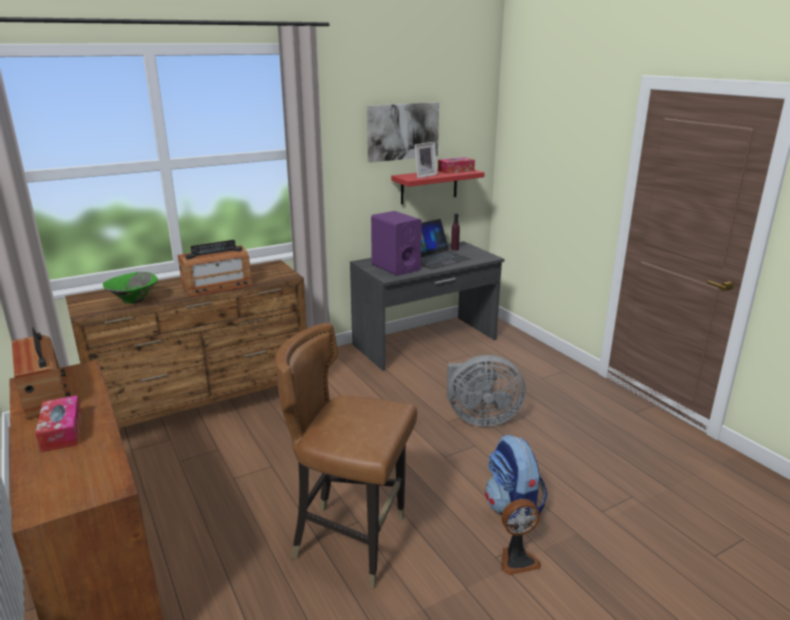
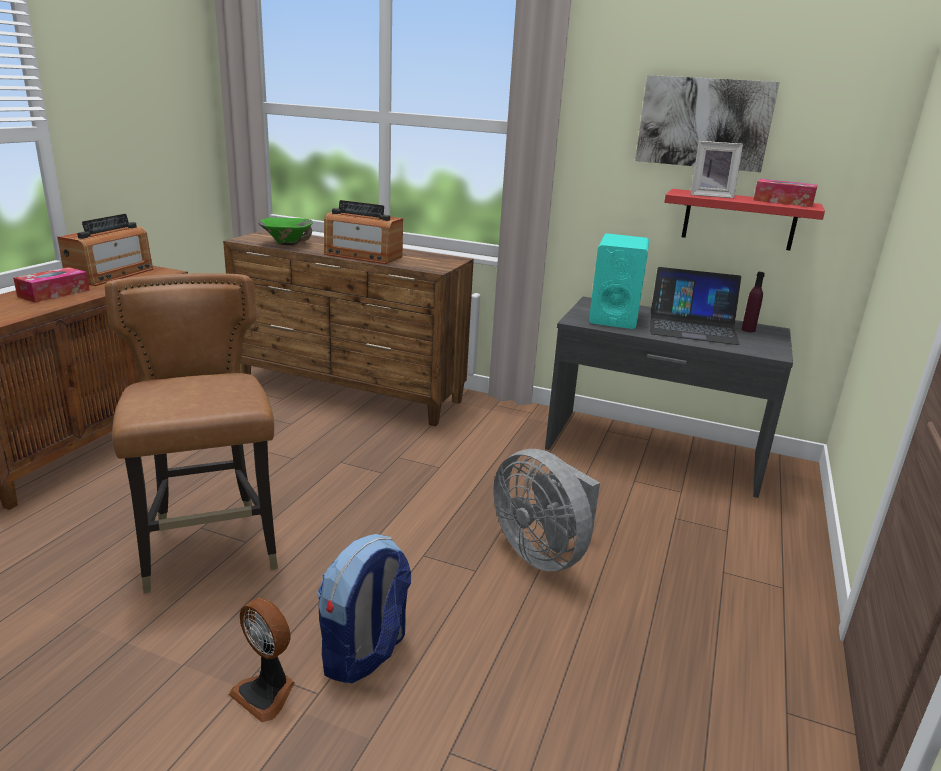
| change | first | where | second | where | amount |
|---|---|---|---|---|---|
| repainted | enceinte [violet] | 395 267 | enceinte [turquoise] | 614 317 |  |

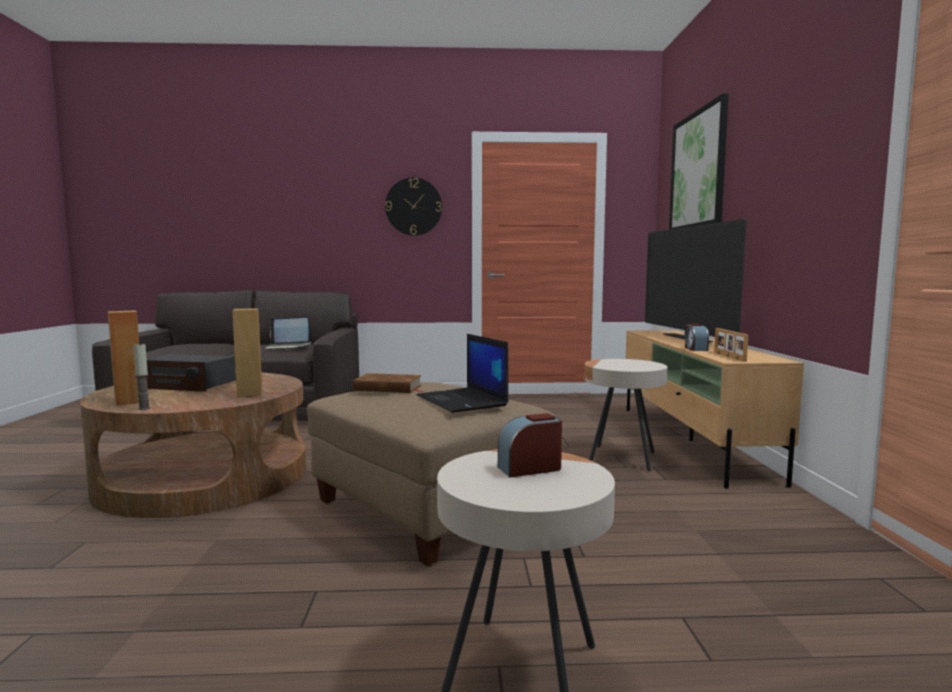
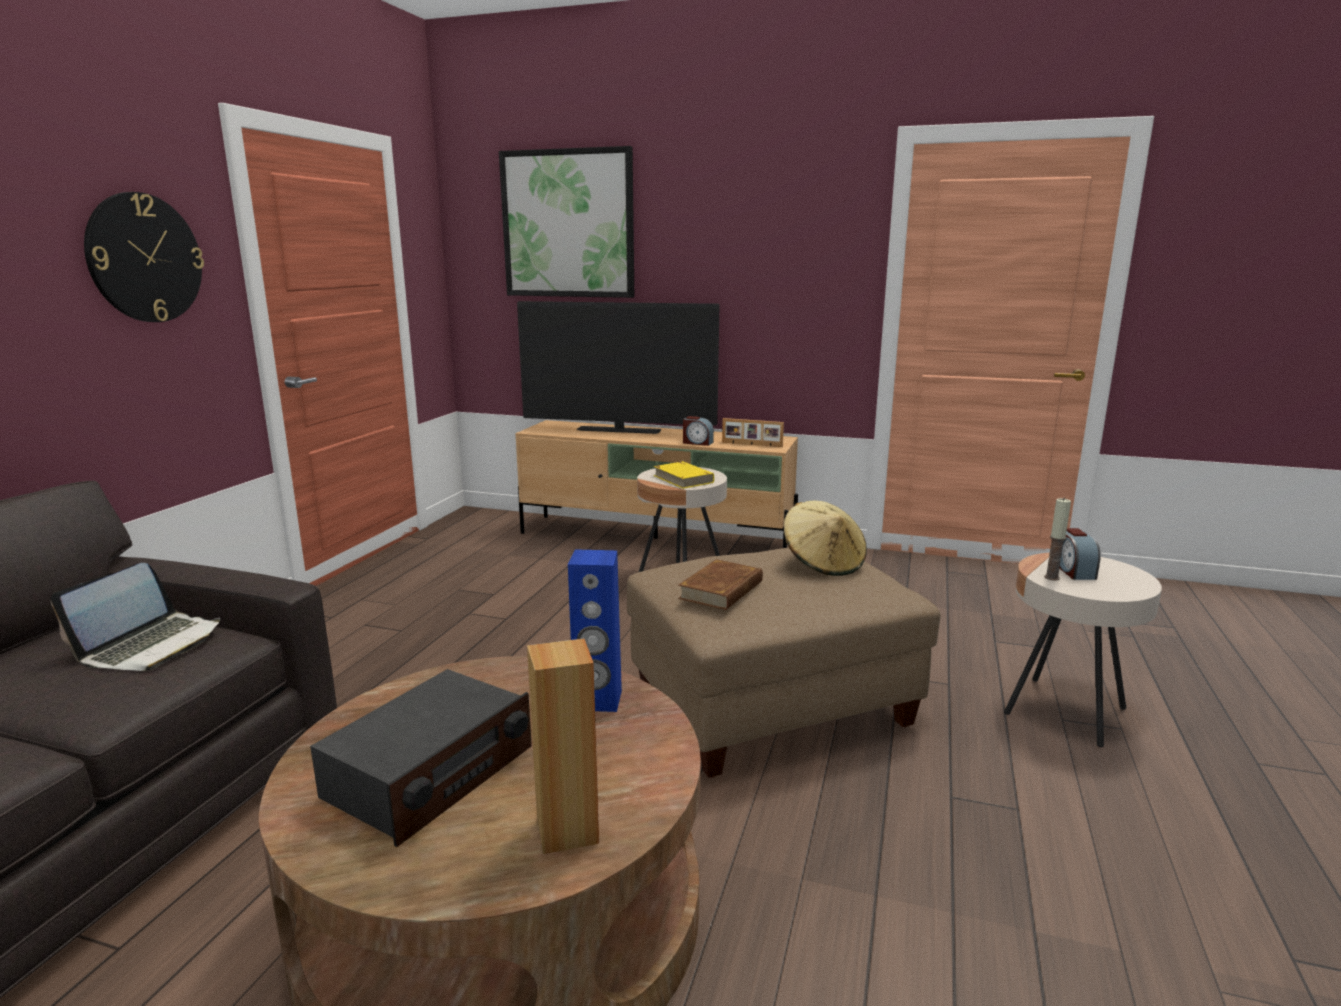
| change | first | where | second | where | amount |
|---|---|---|---|---|---|
| repainted | enceinte [marron] | 249 394 | enceinte [bleu] | 598 701 |  |
| swapped | ordinateur portable | 463 401 | chapeau [beige] | 823 563 |  |
| shifted | bougie | 144 408 |  | 1051 577 |  |
| new |  |  | livre [jaune] | 683 479 |  |

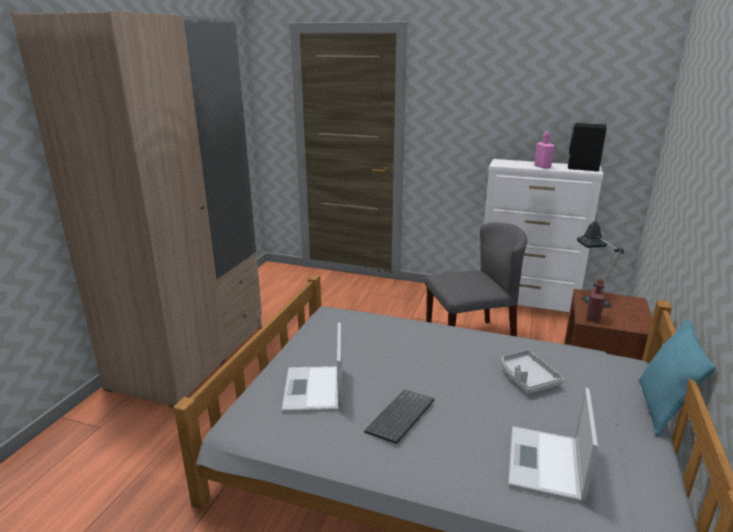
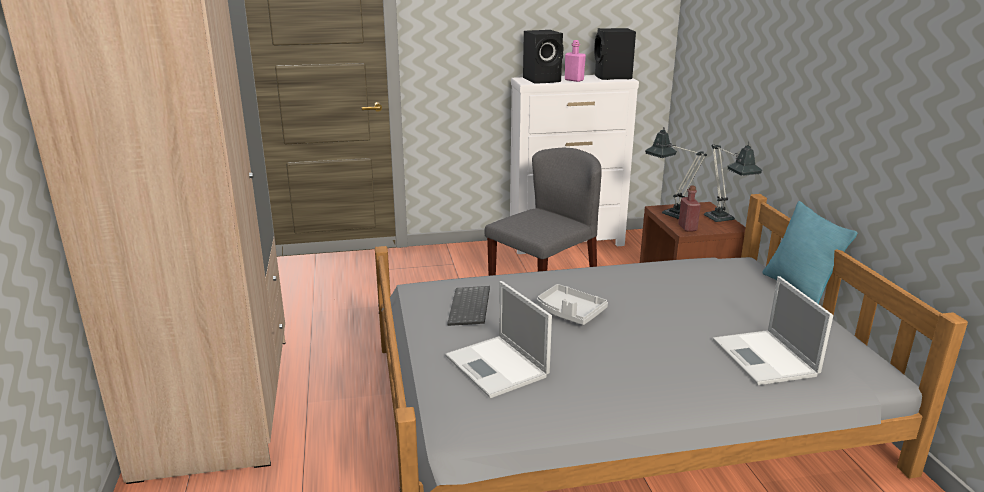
| change | first | where | second | where | amount |
|---|---|---|---|---|---|
| shifted | plateau [gris] | 527 378 |  | 569 313 |  |
| shifted | clavier | 401 418 |  | 471 308 |  |
| new |  |  | enceinte [noir] | 543 80 |  |
| new |  |  | lampe de table | 723 220 |  |

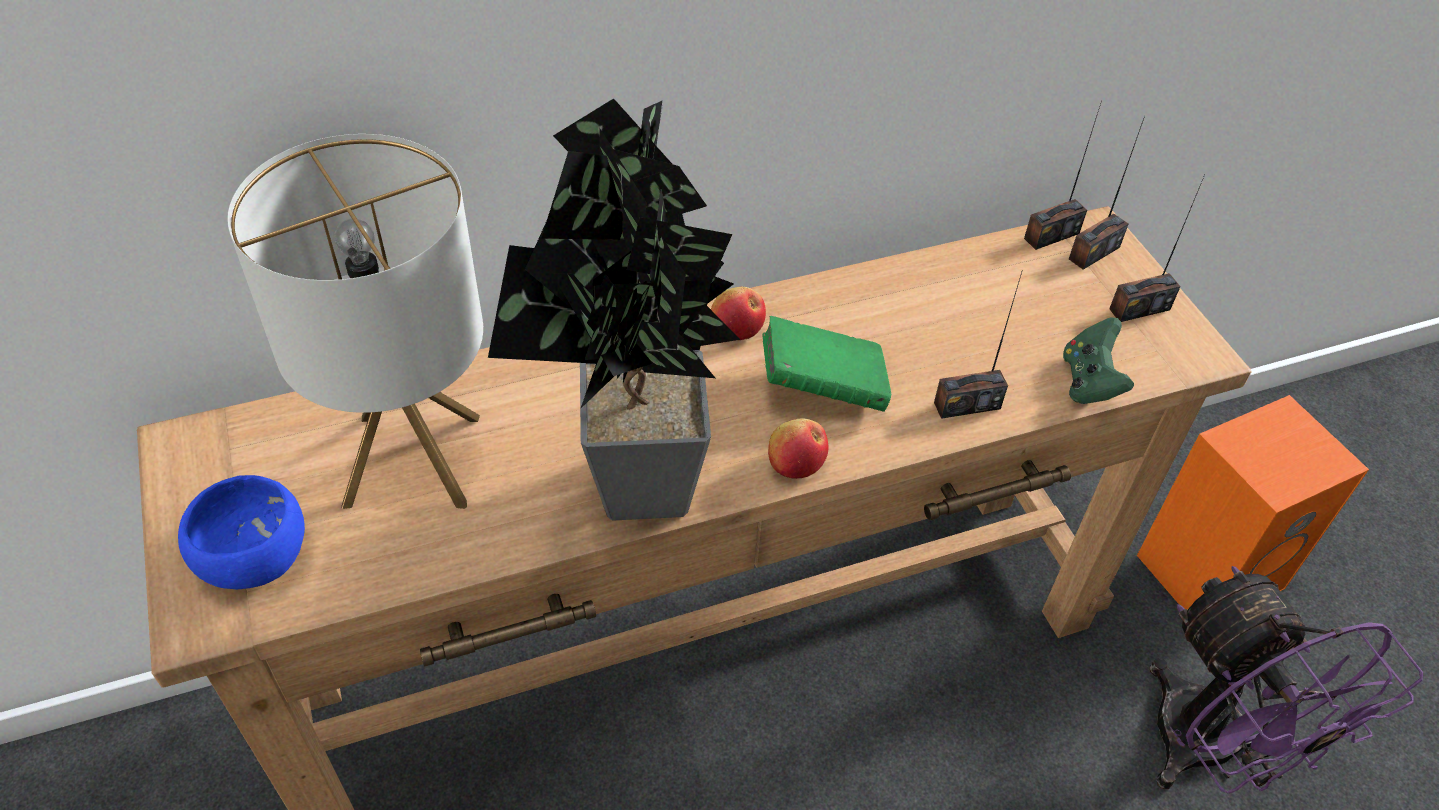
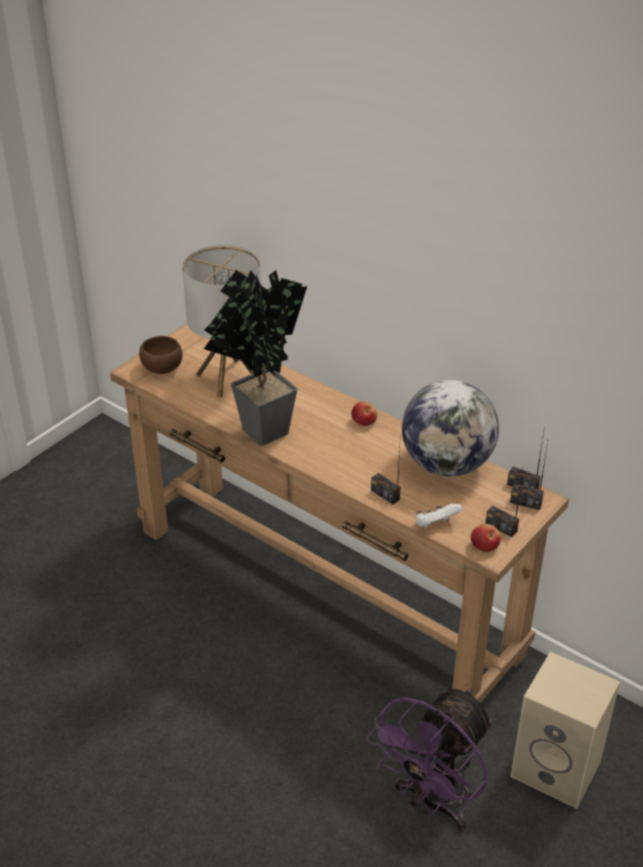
| change | first | where | second | where | amount |
|---|---|---|---|---|---|
| gone | livre [vert] | 822 387 |  |  |  |
| repainted | manette [vert] | 1089 381 | manette [blanc] | 436 524 |  |
| repainted | enceinte [orange] | 1210 568 | enceinte [beige] | 558 769 |  |
| shifted | pomme | 795 463 |  | 484 545 |  |
| repainted | bol [bleu] | 257 561 | bol [marron] | 162 369 |  |
| new |  |  | globe | 447 464 |  |

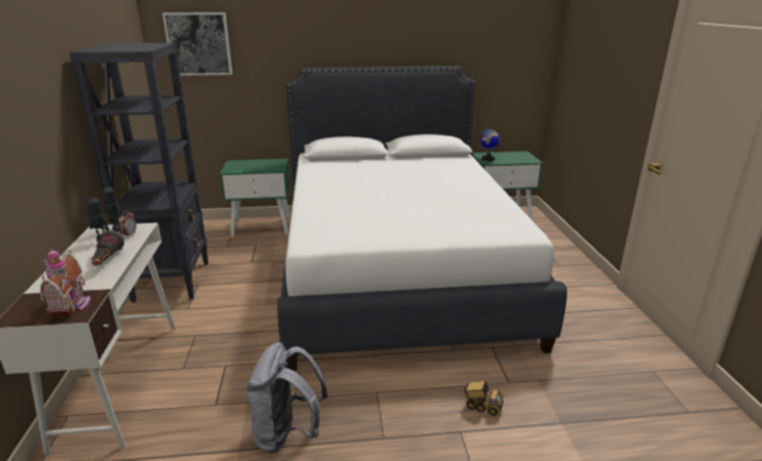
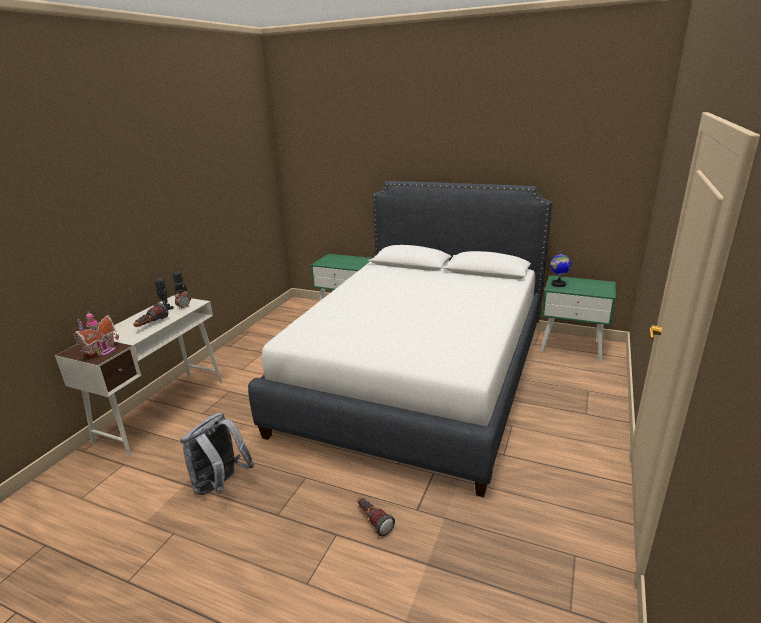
| change | first | where | second | where | amount |
|---|---|---|---|---|---|
| gone | tableau | 198 44 |  |  |  |
| gone | bibliothèque [noir] | 172 281 |  |  |  |
| swapped | camion jouet | 482 406 | lampe de poche | 373 521 |  |

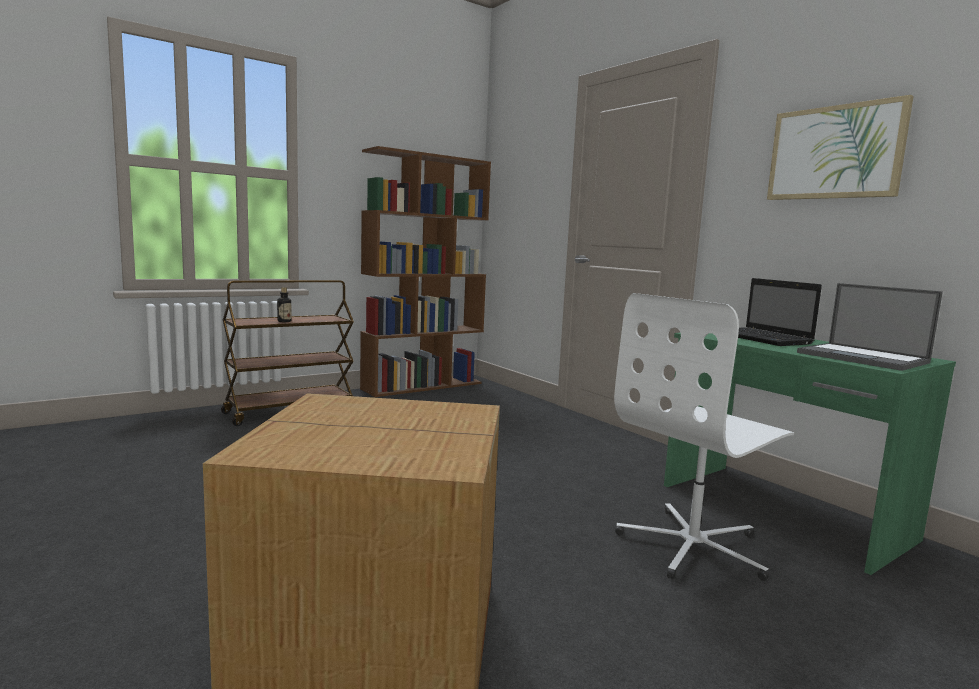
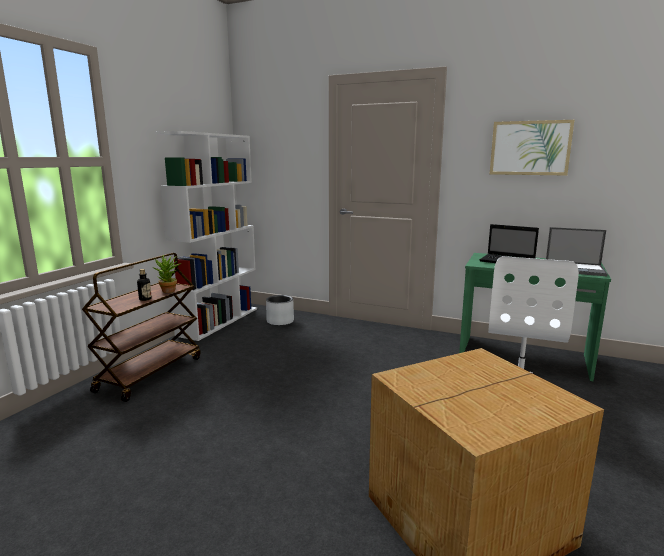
| change | first | where | second | where | amount |
|---|---|---|---|---|---|
| repainted | bibliothèque [marron] | 423 386 | bibliothèque [blanc] | 219 321 |  |
| new |  |  | plante en pot | 169 292 |  |
| new |  |  | cache-pot [gris] | 280 321 |  |

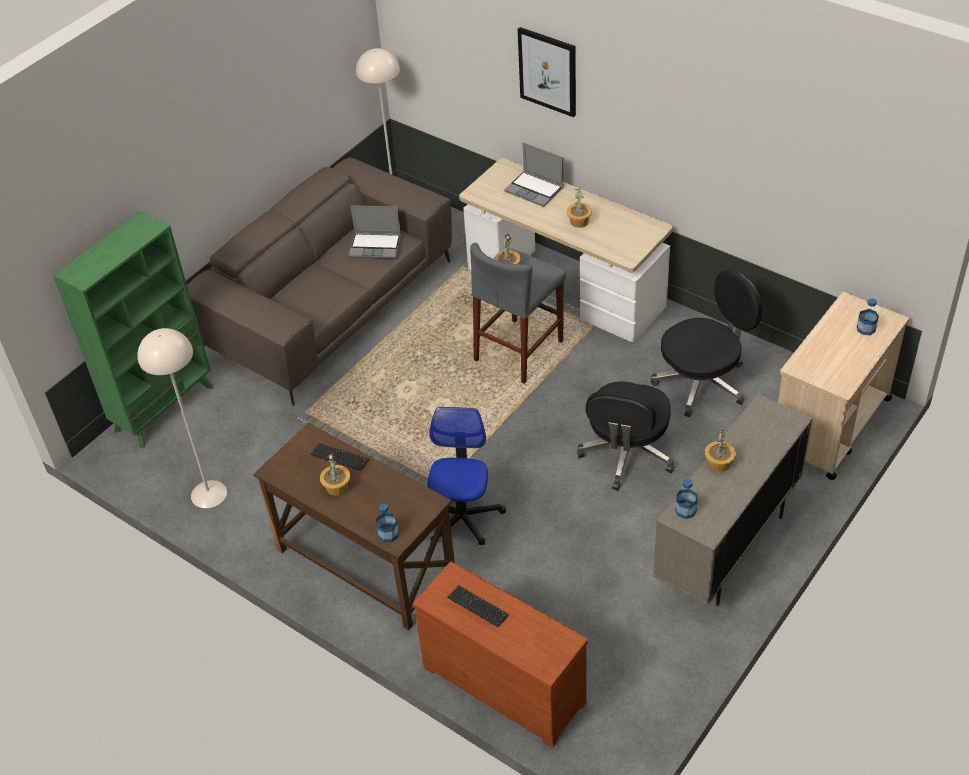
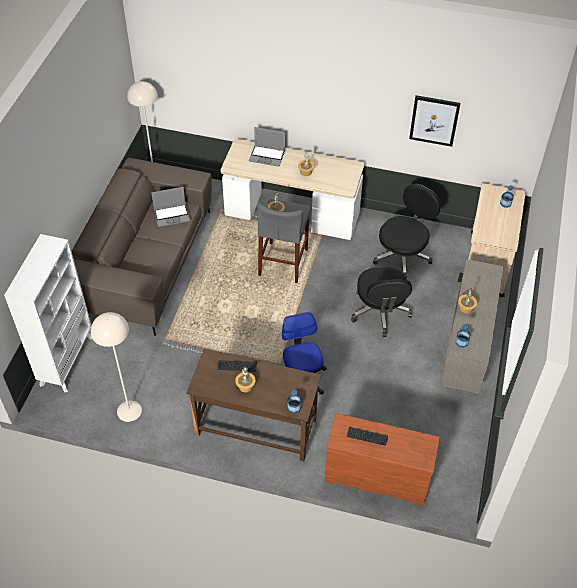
| change | first | where | second | where | amount |
|---|---|---|---|---|---|
| shifted | tableau | 548 71 |  | 434 120 |  |
| repainted | bibliothèque [vert] | 165 408 | bibliothèque [blanc] | 67 360 |  |

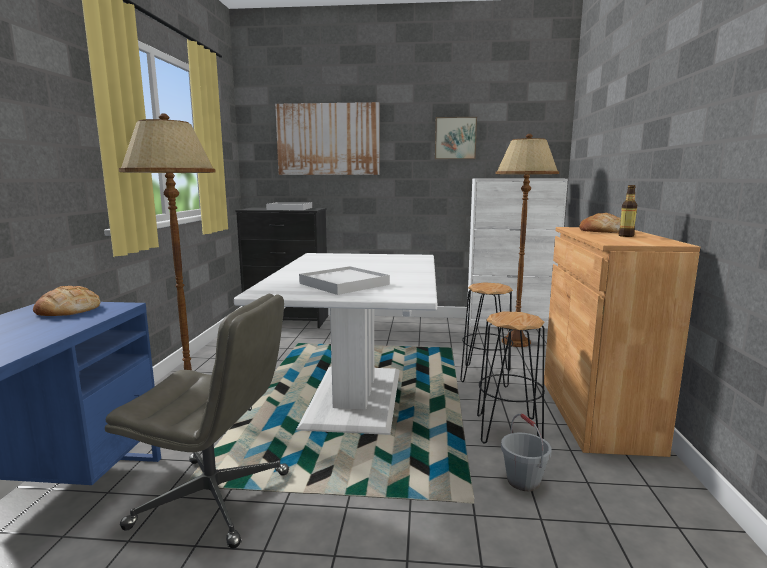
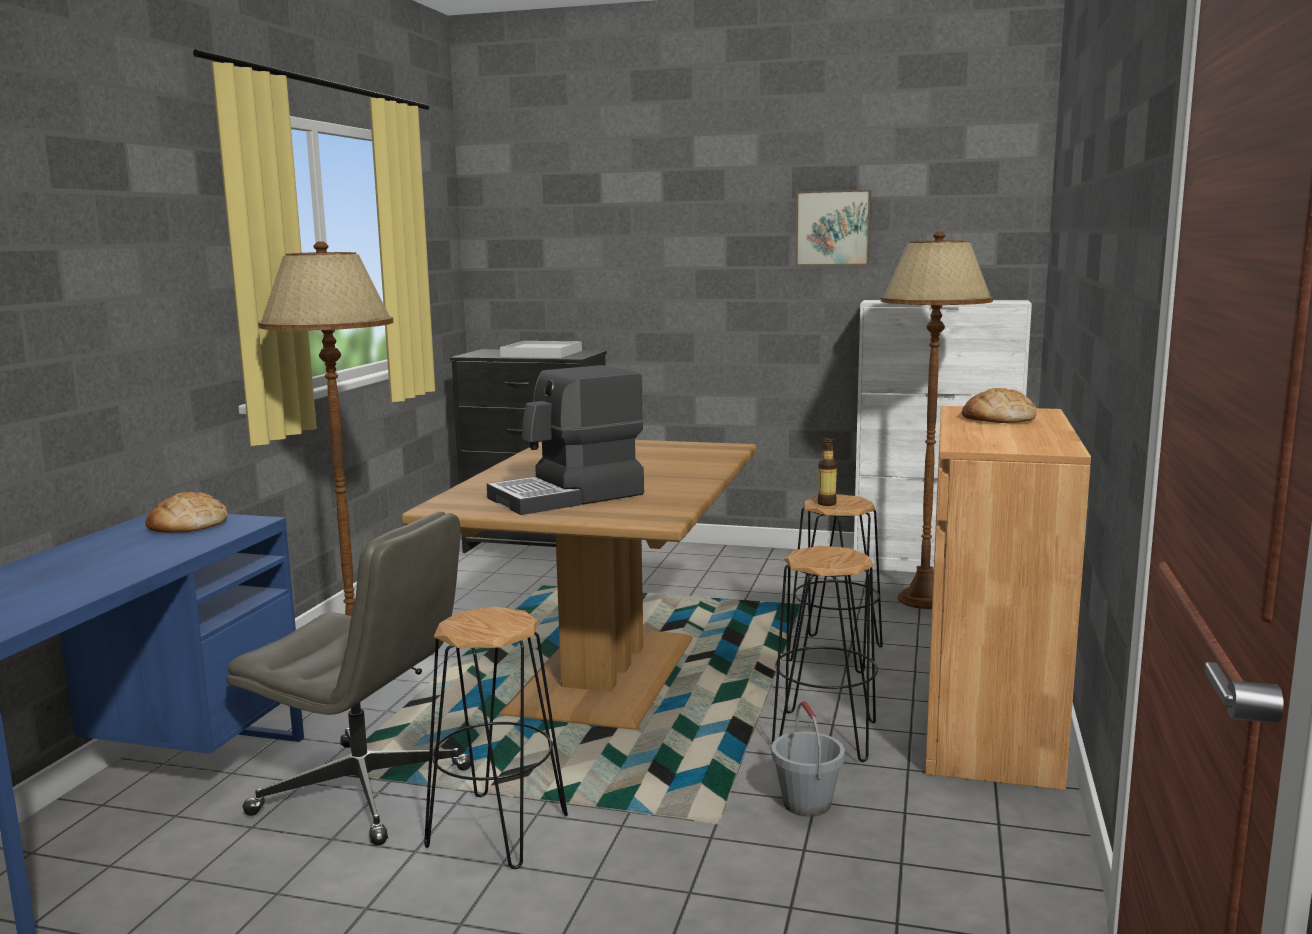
| change | first | where | second | where | amount |
|---|---|---|---|---|---|
| gone | tableau | 328 139 |  |  |  |
| shifted | bouteille | 626 236 |  | 826 503 |  |
| repainted | table à manger [blanc] | 356 397 | table à manger [marron] | 607 674 |  |
| swapped | plateau [blanc] | 344 284 | machine à café | 568 496 |  |
| new |  |  | tabouret [noir] | 496 830 |  |

